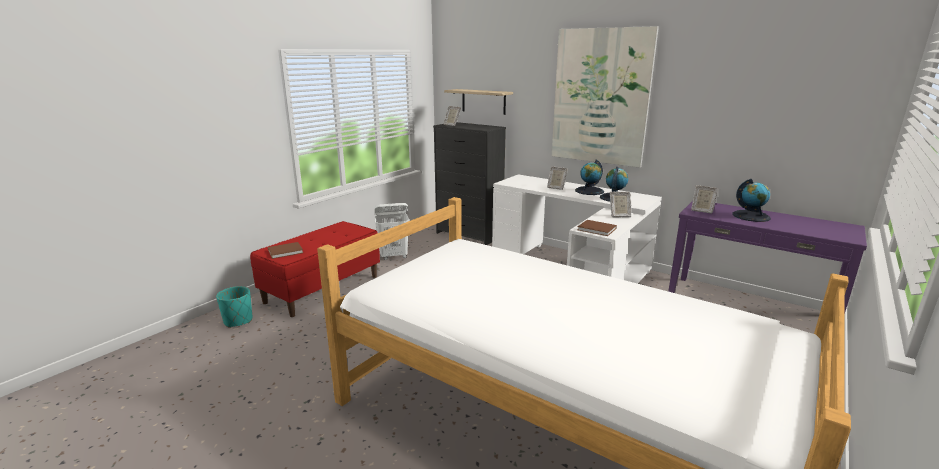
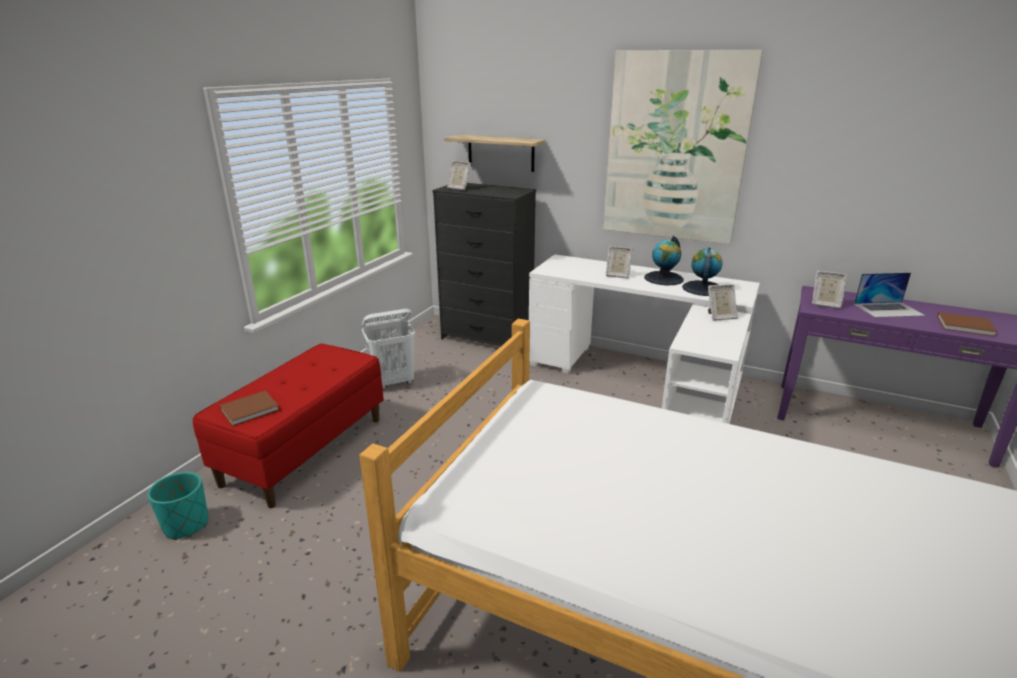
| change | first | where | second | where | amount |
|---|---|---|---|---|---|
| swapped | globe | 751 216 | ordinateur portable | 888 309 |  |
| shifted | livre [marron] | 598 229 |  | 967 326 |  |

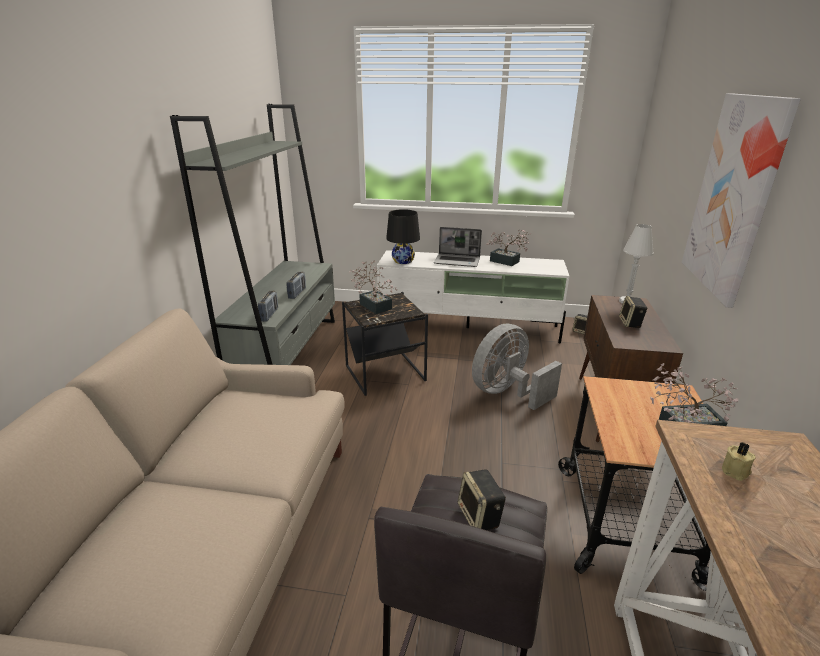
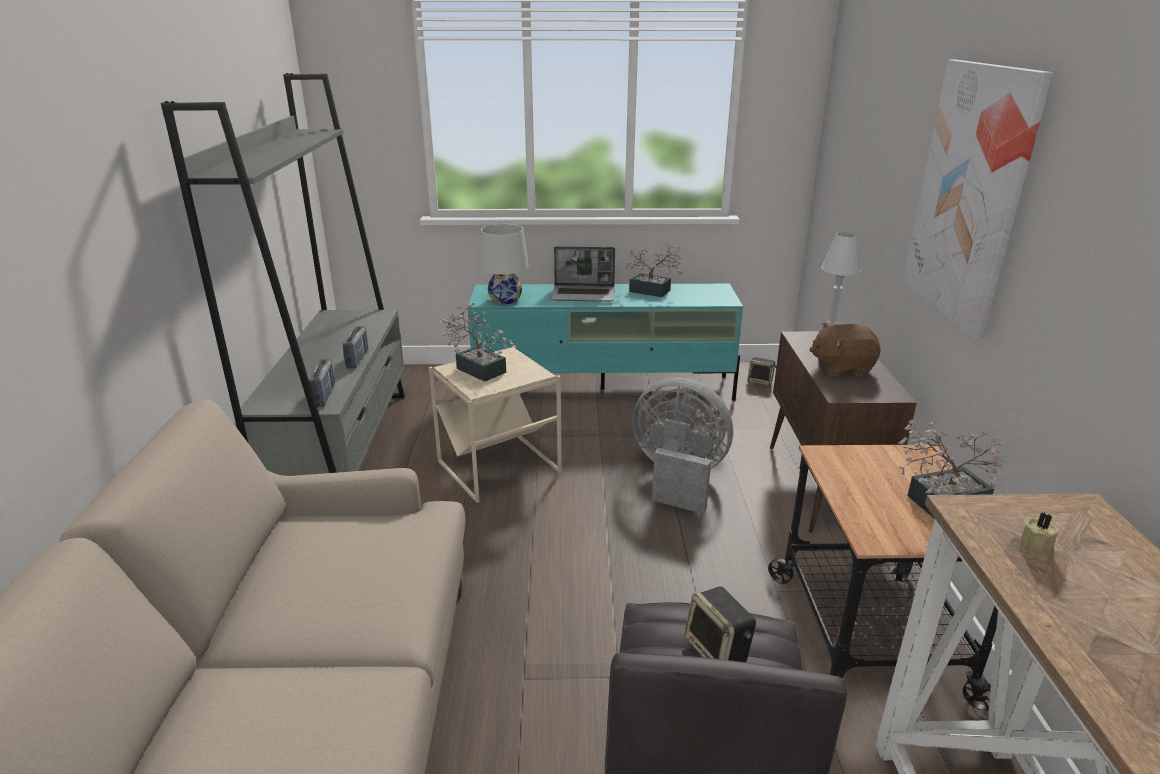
| change | first | where | second | where | amount |
|---|---|---|---|---|---|
| repainted | lampe de table [noir] | 403 261 | lampe de table [blanc] | 505 300 |  |
| repainted | meuble télé [blanc] | 468 327 | meuble télé [turquoise] | 604 389 |  |
| repainted | table d'appoint [noir] | 384 373 | table d'appoint [beige] | 497 467 |  |
| swapped | enceinte | 630 323 | peluche [marron] | 841 367 |  |
| rotated | ventilateur [gris] | 507 393 |  | 678 477 | 75 degrees clockwise |

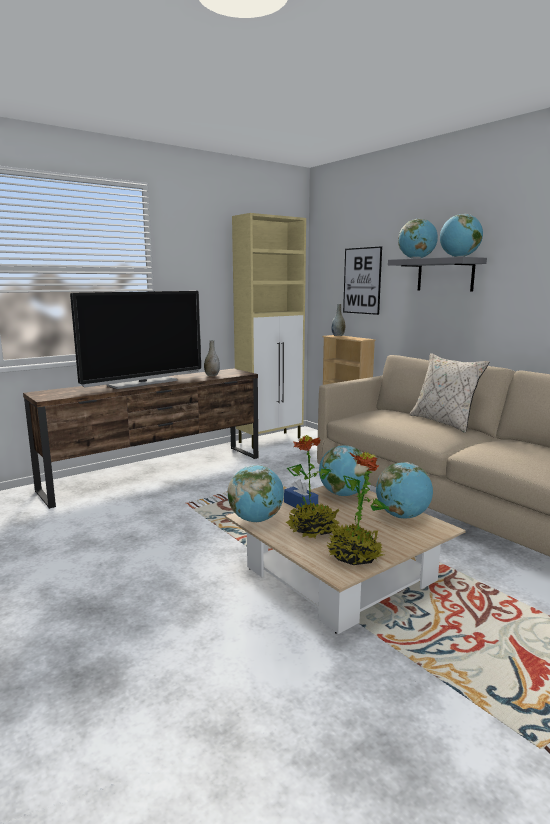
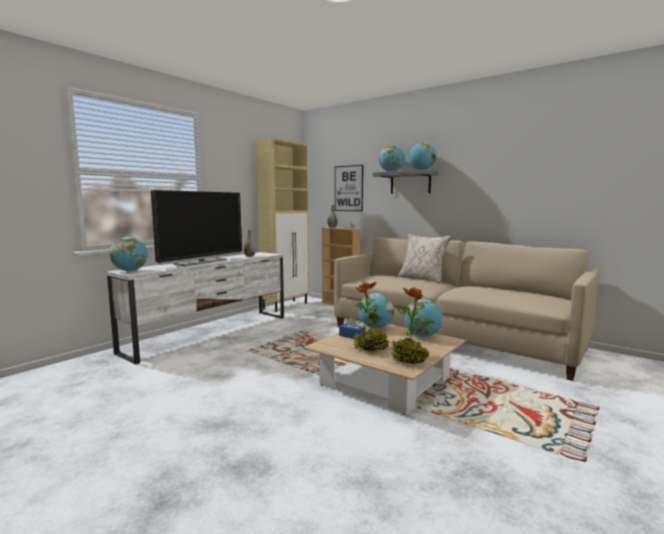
| change | first | where | second | where | amount |
|---|---|---|---|---|---|
| repainted | meuble télé [marron] | 157 473 | meuble télé [blanc] | 211 333 |  |
| shifted | globe | 256 519 |  | 130 271 |  |

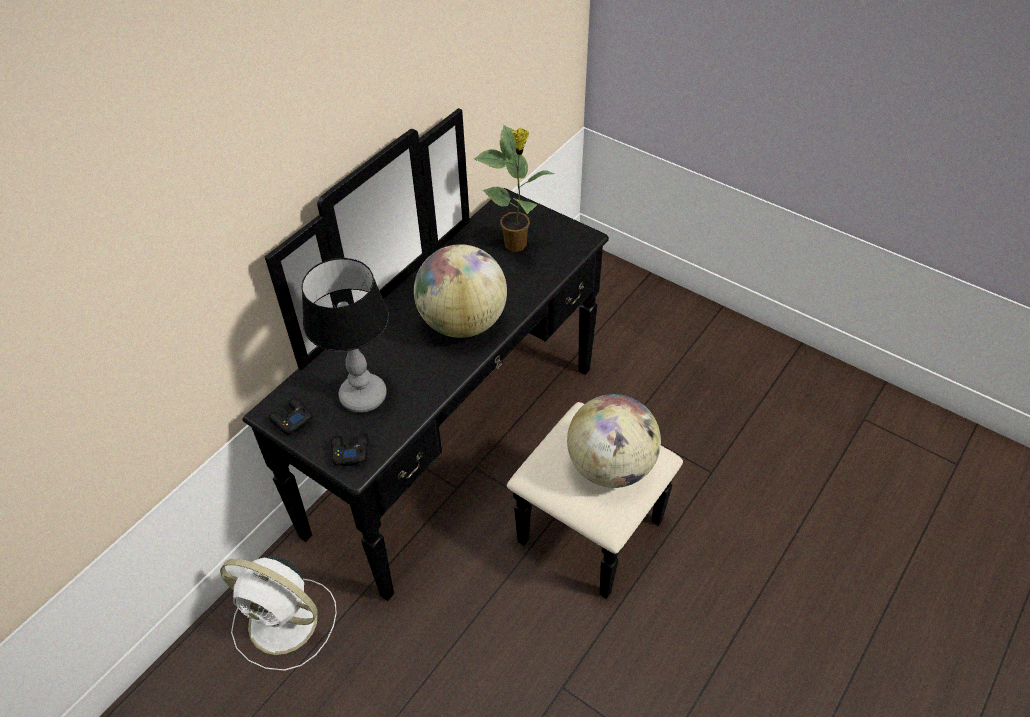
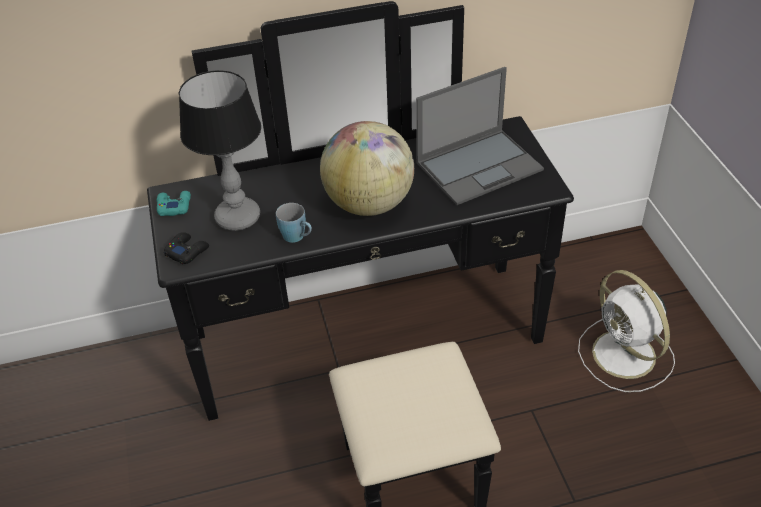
| change | first | where | second | where | amount |
|---|---|---|---|---|---|
| swapped | plante en pot | 516 245 | ordinateur portable | 480 166 |  |
| gone | globe | 611 466 |  |  |  |
| repainted | manette [noir] | 291 419 | manette [turquoise] | 174 206 |  |
| shifted | ventilateur [blanc] | 286 623 |  | 625 356 |  |
| new |  |  | mug [bleu] | 297 237 |  |

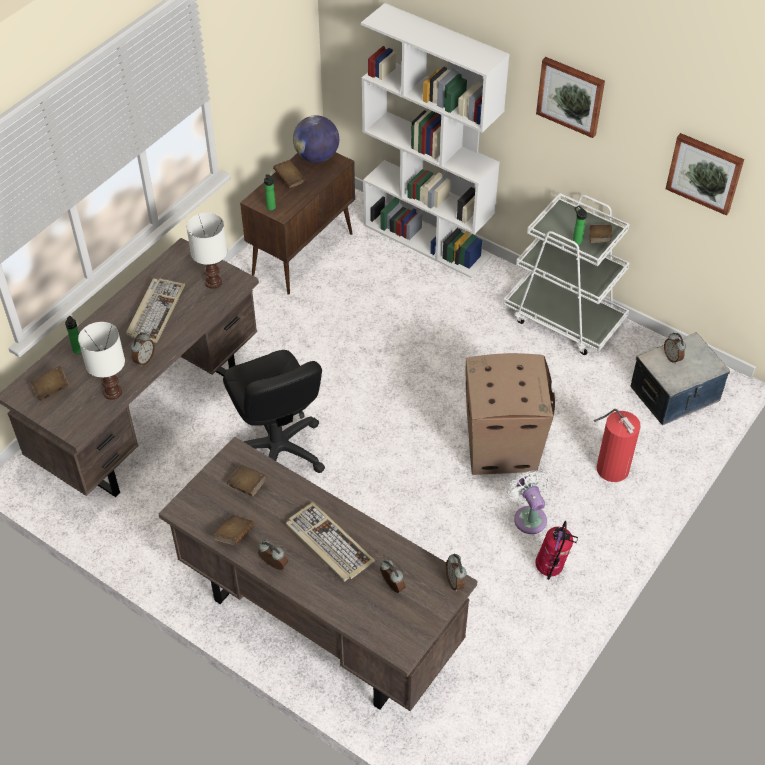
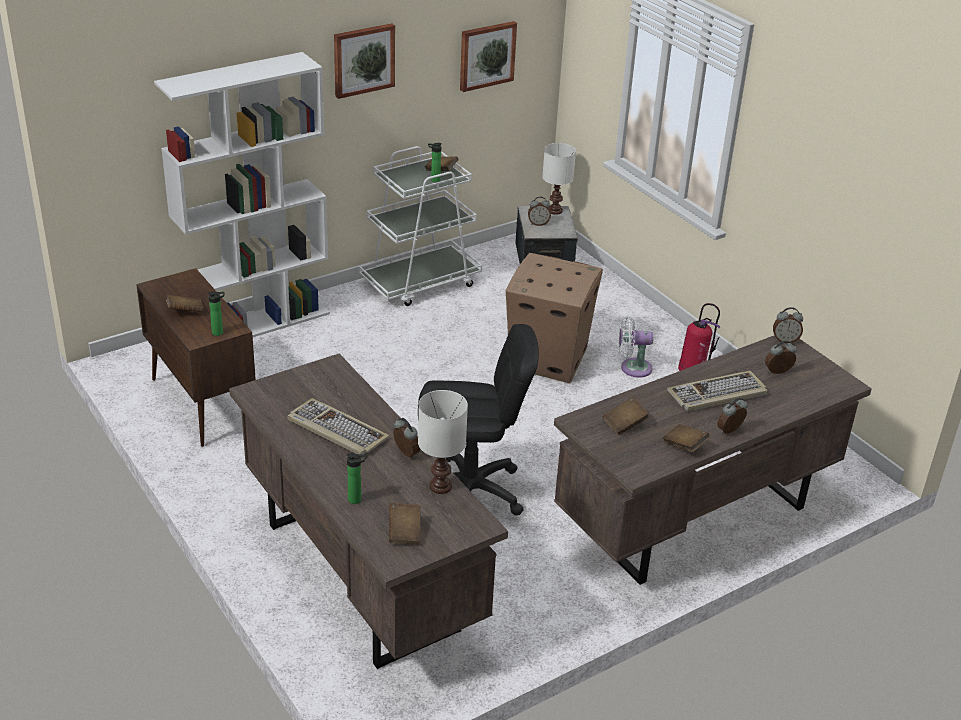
| change | first | where | second | where | amount |
|---|---|---|---|---|---|
| gone | globe | 317 157 |  |  |  |
| shifted | lampe de table [blanc] | 213 283 |  | 555 211 |  |
| gone | extincteur | 612 467 |  |  |  |

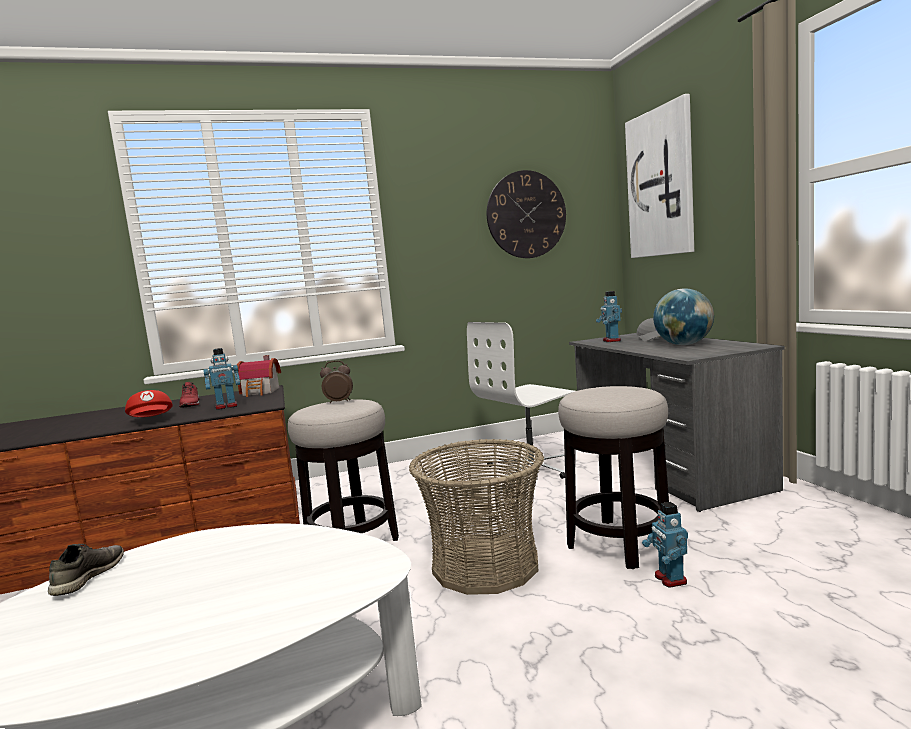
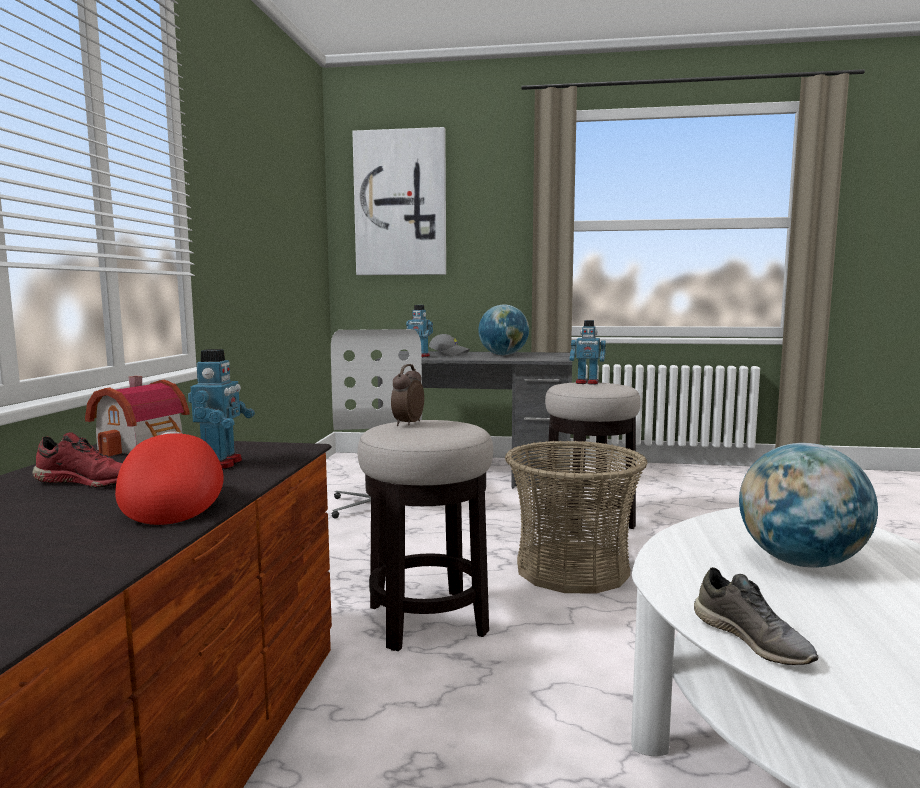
| change | first | where | second | where | amount |
|---|---|---|---|---|---|
| gone | horloge murale | 526 215 |  |  |  |
| rotated | casquette [rouge] | 152 420 |  | 172 505 | 105 degrees counterclockwise |
| shifted | robot jouet | 669 579 |  | 587 383 |  |
| rotated | chaussure [gris] | 88 576 |  | 753 639 | 150 degrees counterclockwise |
| new |  |  | globe | 800 562 |  |

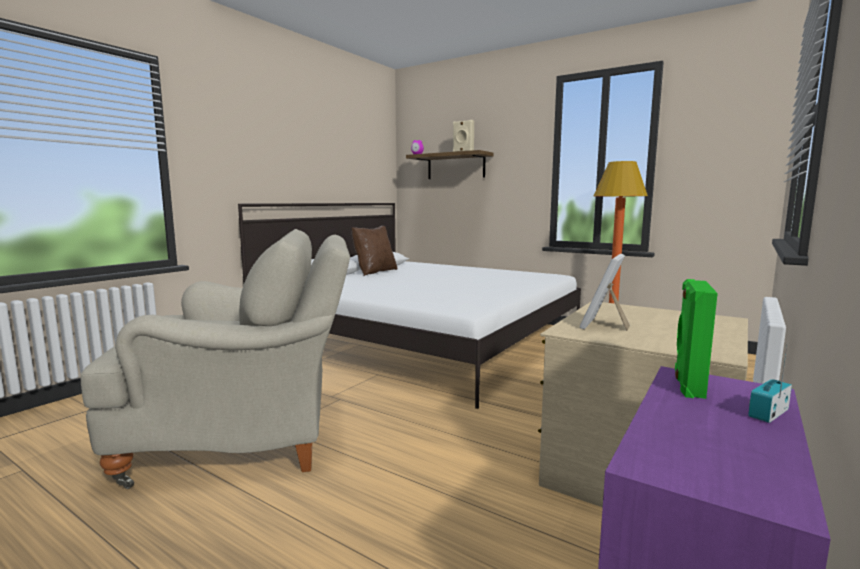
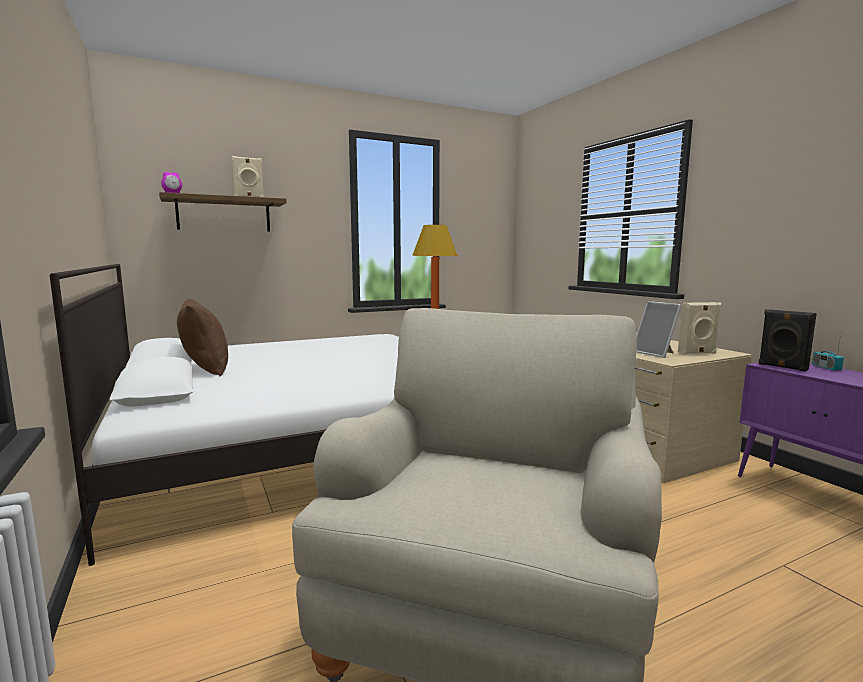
| change | first | where | second | where | amount |
|---|---|---|---|---|---|
| repainted | enceinte [vert] | 687 384 | enceinte [noir] | 782 367 |  |
| new |  |  | enceinte [beige] | 697 353 |  |

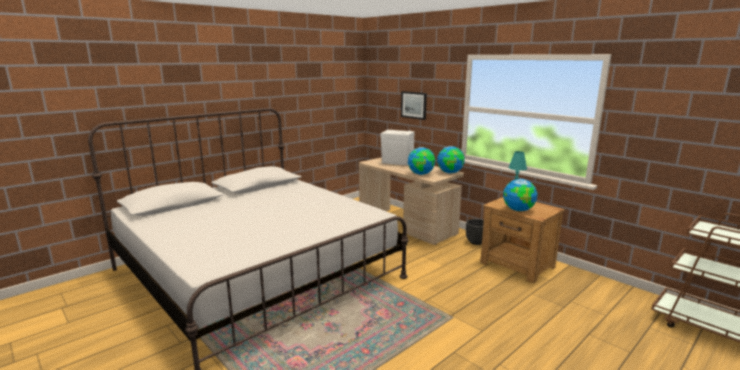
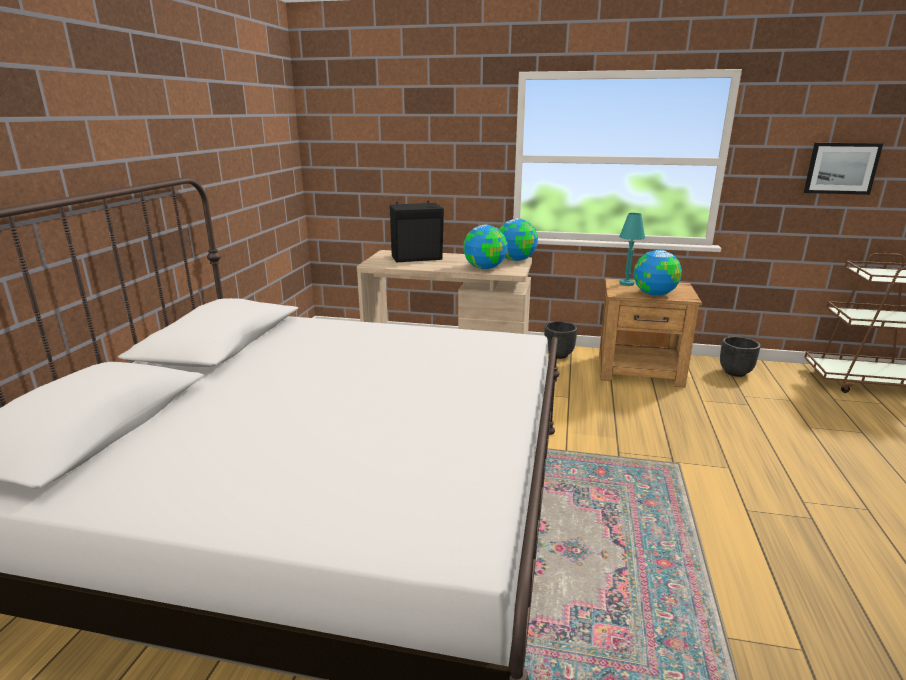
| change | first | where | second | where | amount |
|---|---|---|---|---|---|
| shifted | tableau | 414 105 |  | 841 168 |  |
| repainted | enceinte [blanc] | 397 163 | enceinte [noir] | 418 258 |  |
| new |  |  | cache-pot [noir] | 735 372 |  |

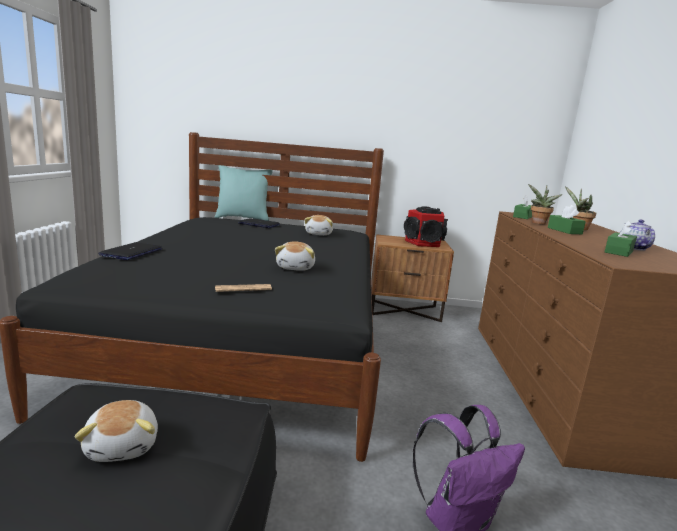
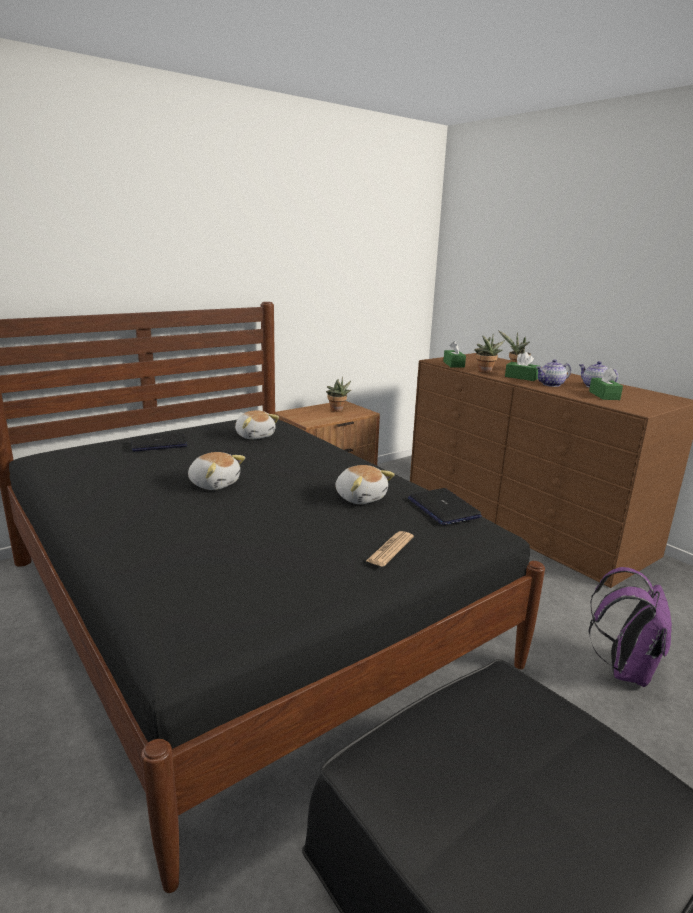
| change | first | where | second | where | amount |
|---|---|---|---|---|---|
| gone | coussin [turquoise] | 243 218 |  |  |  |
| swapped | enceinte | 424 243 | plante en pot | 337 410 |  |
| shifted | ordinateur portable | 131 252 |  | 443 508 |  |
| shifted | peluche | 123 446 |  | 214 484 |  |
| new |  |  | théière | 551 384 |  |

